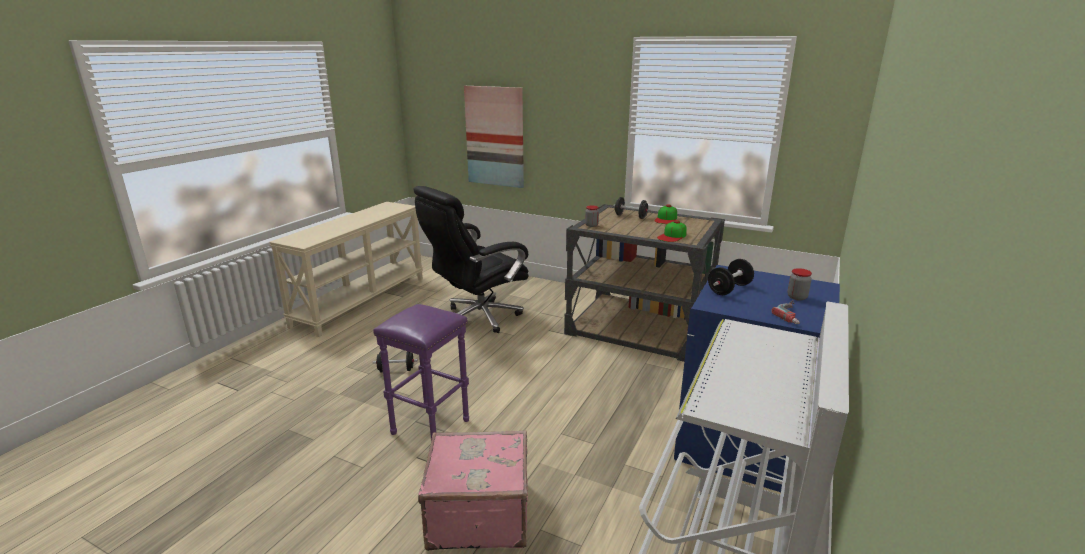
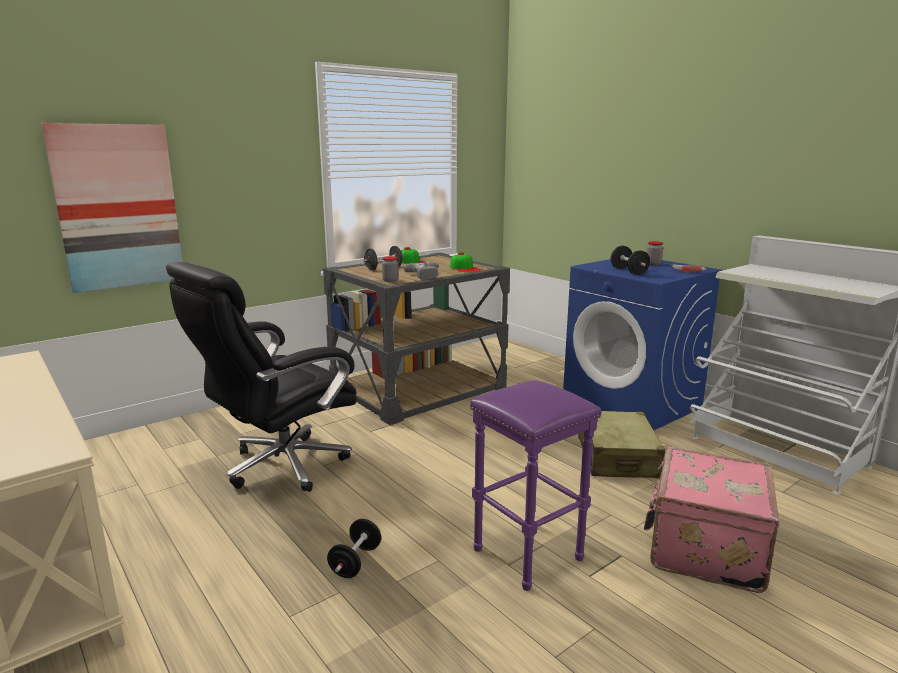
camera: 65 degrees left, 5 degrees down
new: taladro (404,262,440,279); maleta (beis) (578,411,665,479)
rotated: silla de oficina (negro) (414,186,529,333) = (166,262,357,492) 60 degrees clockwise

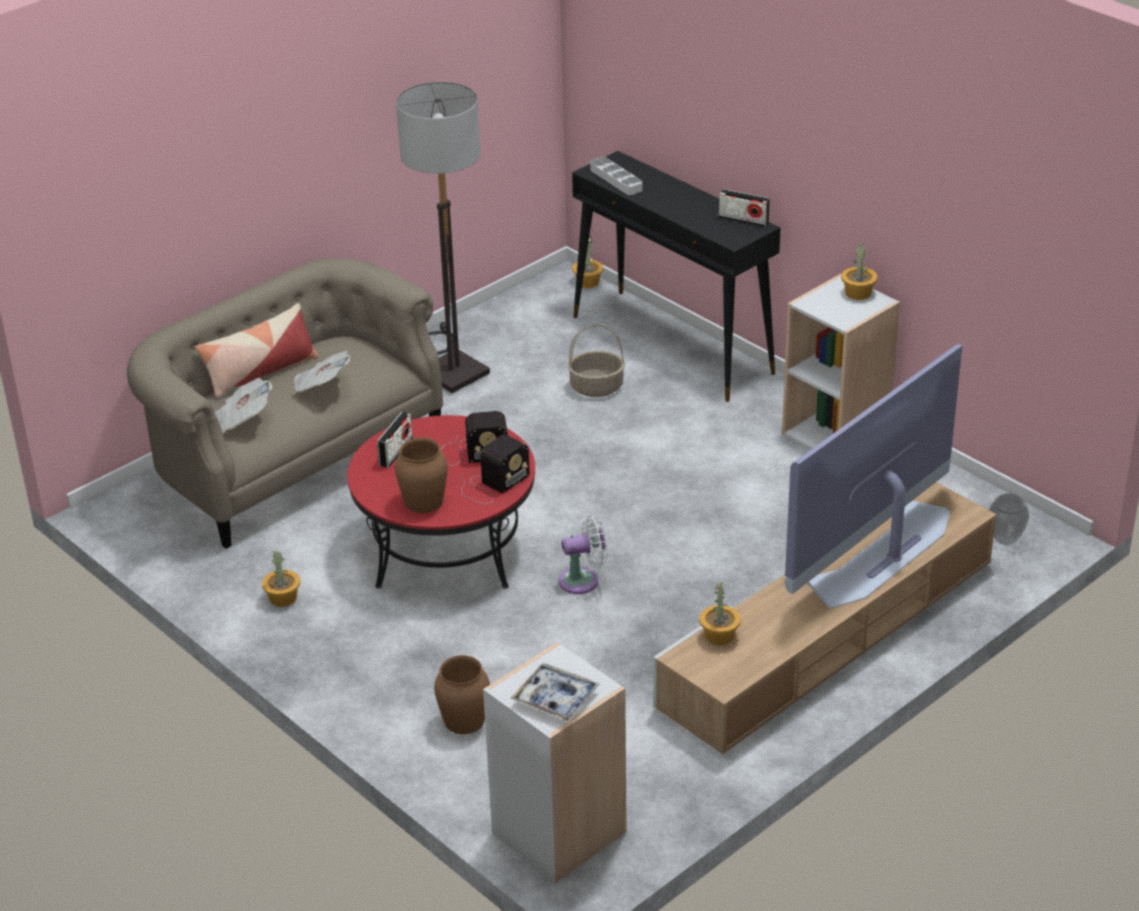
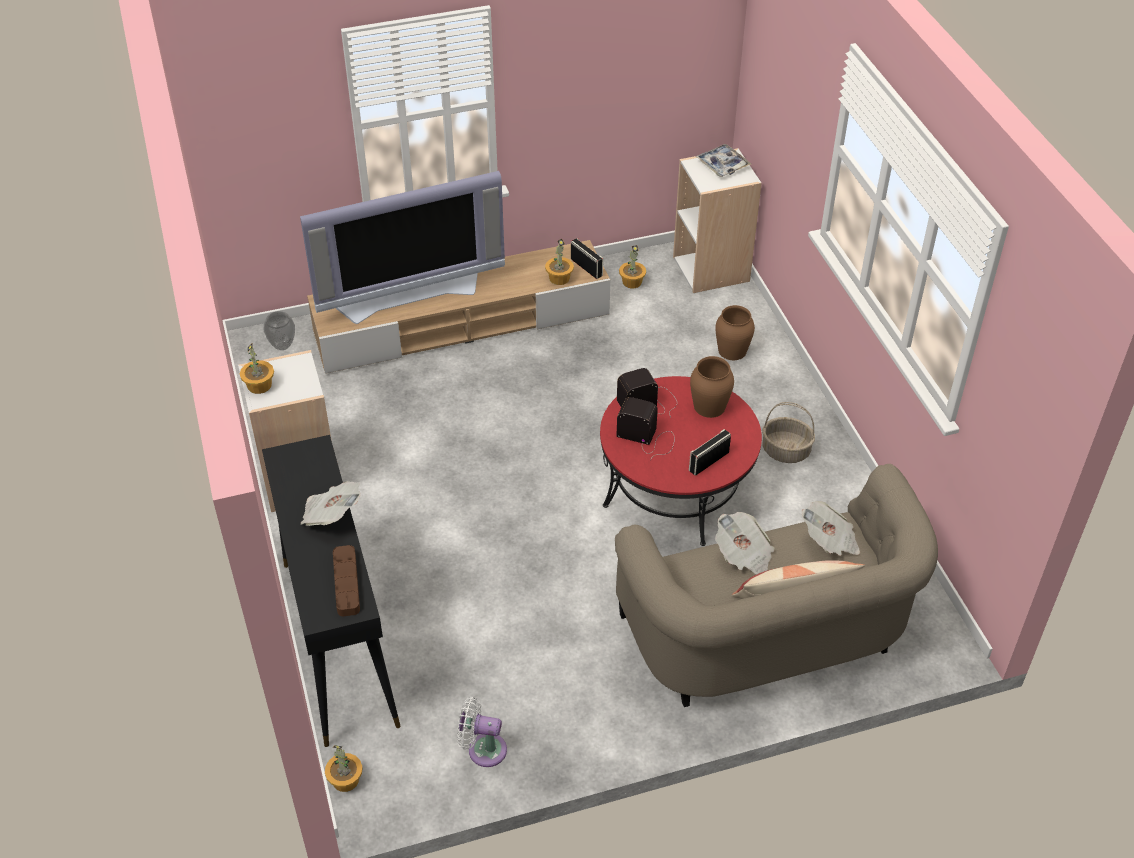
camera: 155 degrees left, 10 degrees up
gone: lámpara de pie (396,82,490,393)
new: periódico (301,481,360,526)
shifted: radio (719,189,770,227) to (571,238,603,279); cesta (568,325,625,397) to (762,402,815,463); ventilador (blanco) (559,515,608,594) to (457,697,507,767); planta en maceta (262,551,300,607) to (619,245,646,288)
repainted: bandeja (gris) (590,157,642,195) to bandeja (marrón) (333,545,360,616)

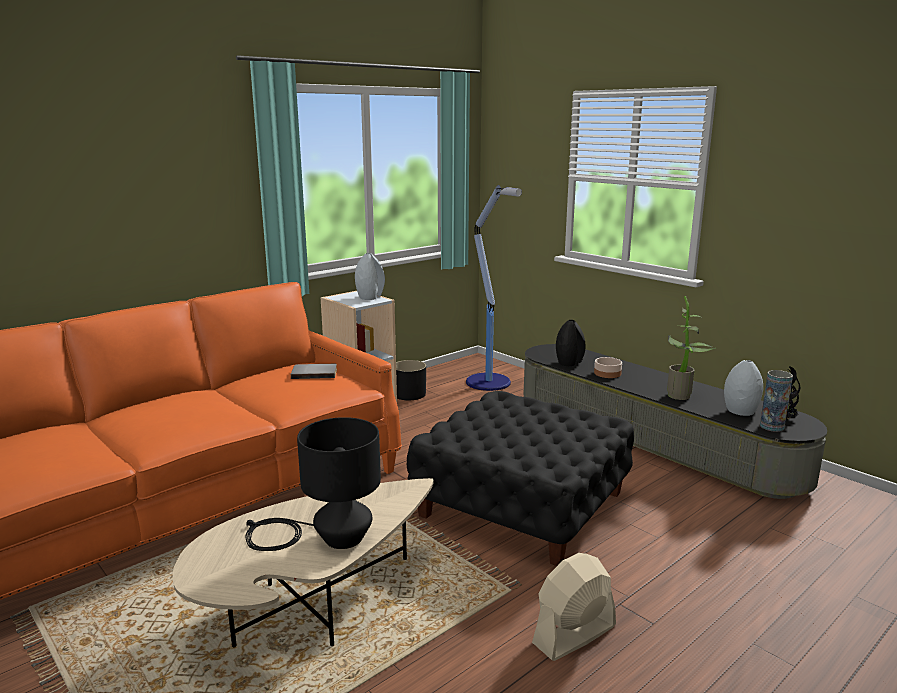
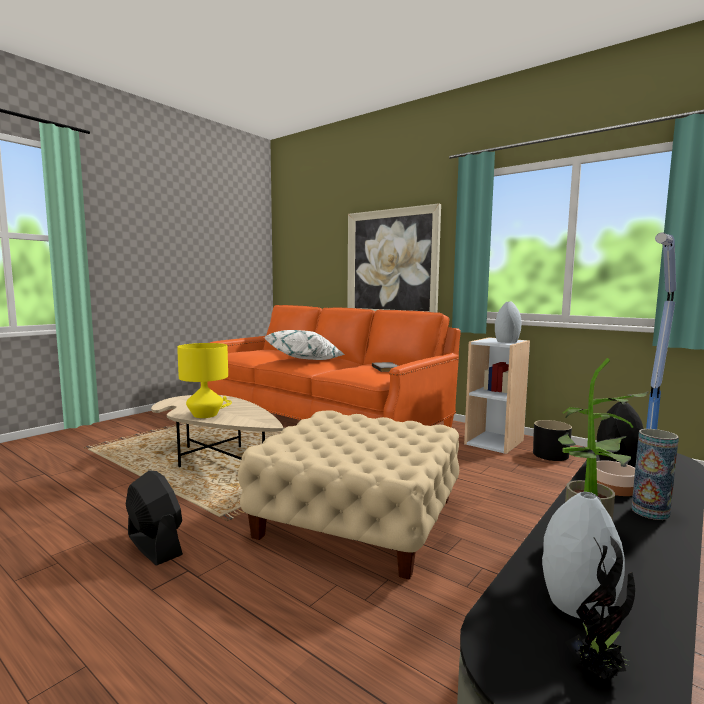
camera: 80 degrees right, 10 degrees down
new: cuadro (347,203,441,312); cojín (blanco) (264,330,345,360)
shifted: florero (760,370,793,432) to (631,429,679,520)
repainted: puf (negro) (407,391,634,566) to puf (beis) (238,411,459,580); lámpara de mesa (negro) (245,417,381,551) to lámpara de mesa (amarillo) (177,343,232,418); ventilador (beis) (532,553,616,661) to ventilador (negro) (126,470,183,566)

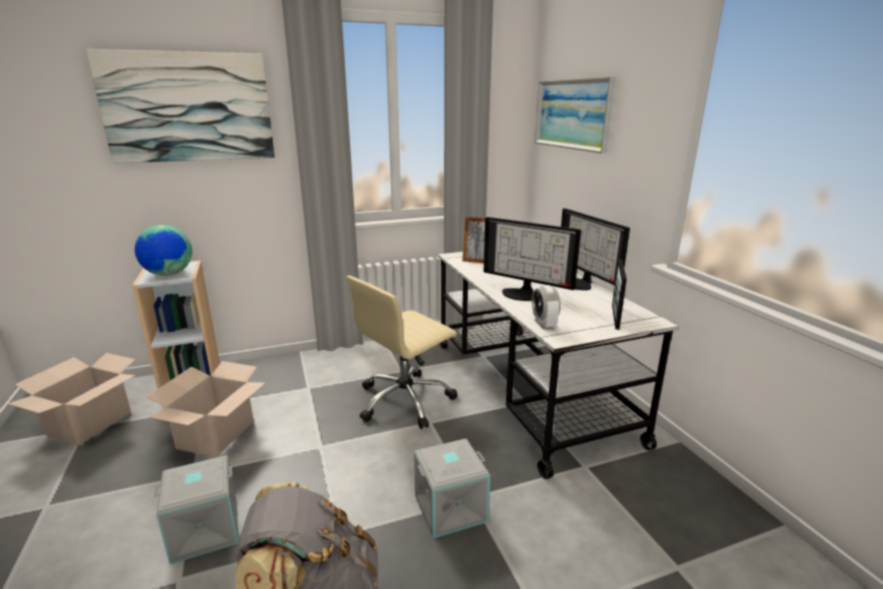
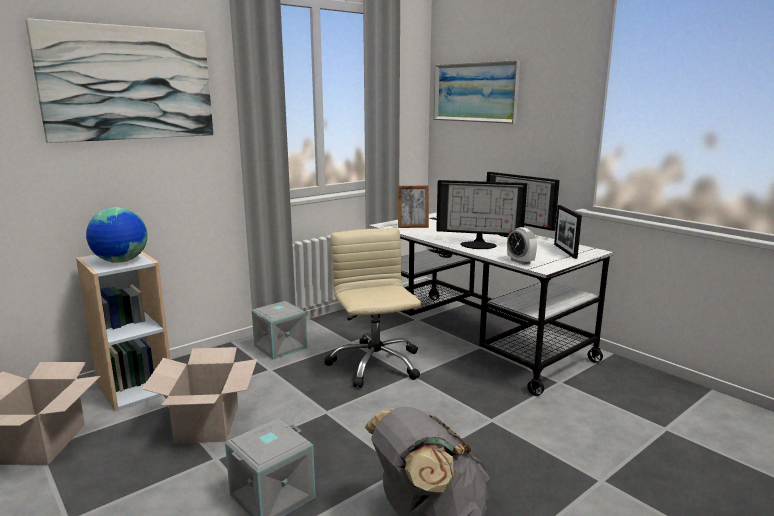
camera: 20 degrees left, 5 degrees down
shifted: caja de almacenaje (gris) (414,439,490,538) to (252,301,307,359)
rotated: silla de oficina (beis) (347,276,458,429) = (324,228,421,388) 135 degrees clockwise

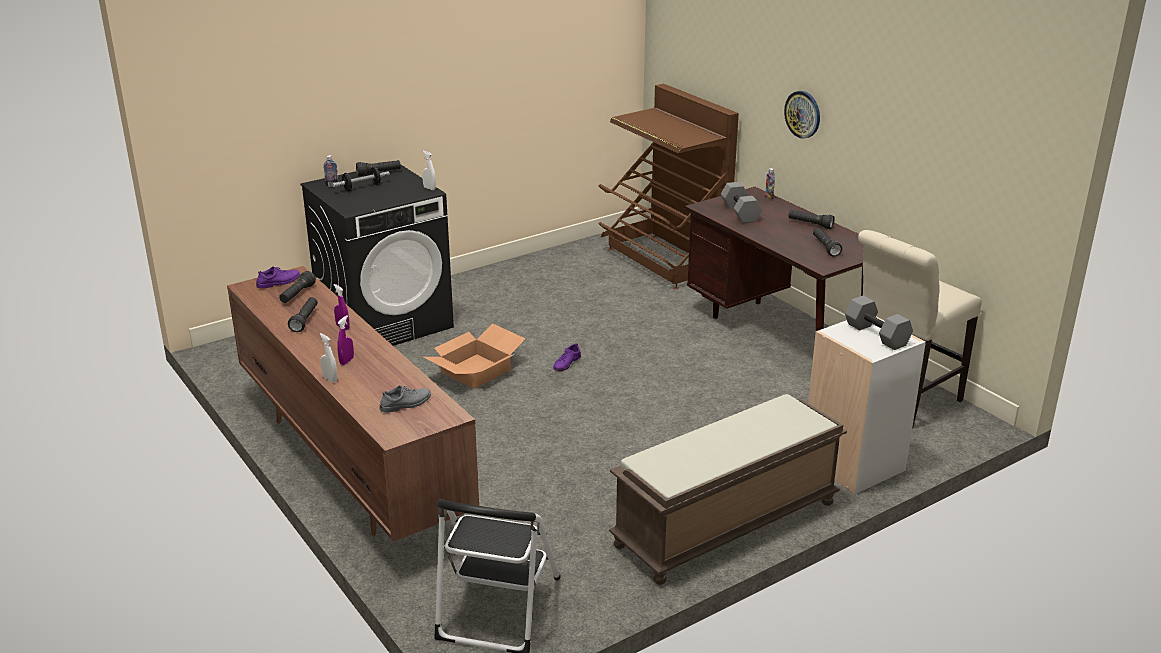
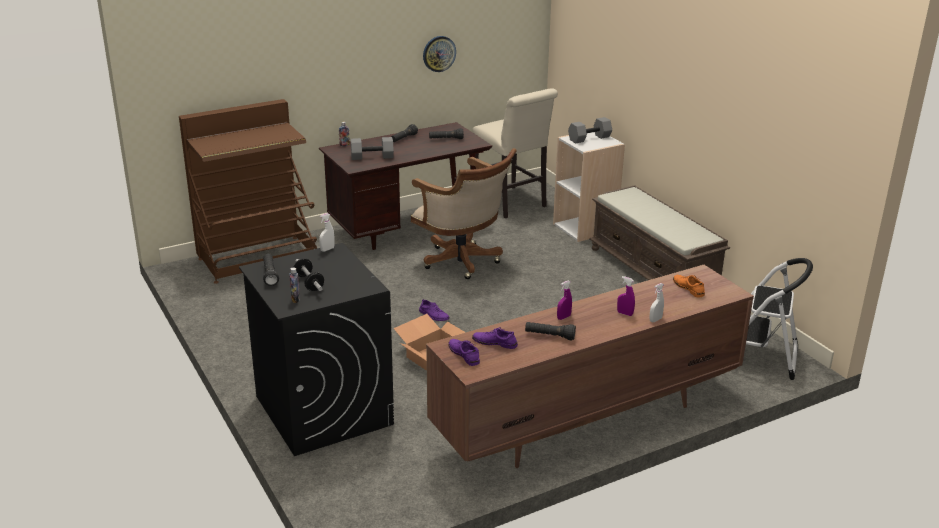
camera: 85 degrees left, 0 degrees up
new: silla de oficina (411,148,517,279)
shifted: reloj de pared (784,91,820,139) to (423,36,456,72)
swapped: linterna (negro) (279,271,316,303) to zapato (morado) (472,327,518,349)
repainted: zapato (gris) (380,385,431,413) to zapato (naranja) (673,275,705,298)

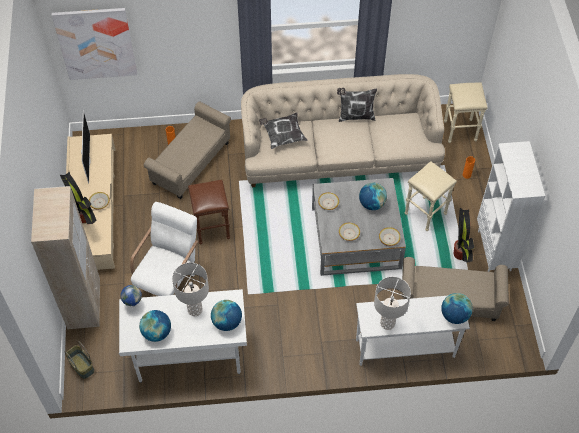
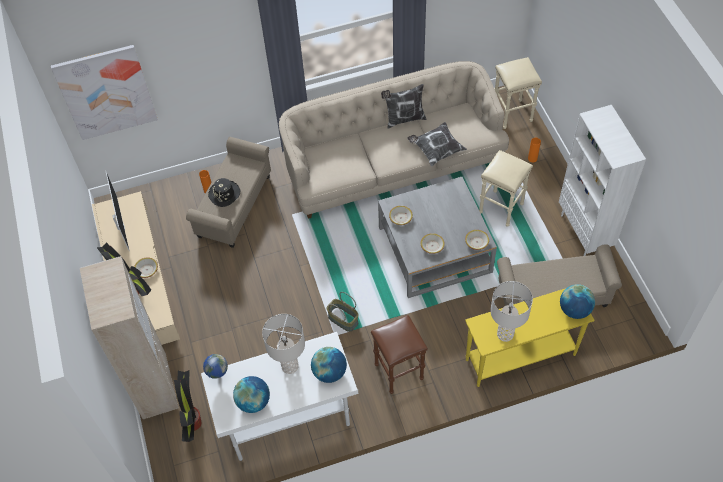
camera: 10 degrees left, 0 degrees up
gone: globo terráqueo (359,183,387,210); silla de oficina (blanco) (130,202,198,296)
new: sombrero (negro) (208,178,240,207)
shifted: cojín (259,112,308,149) to (408,122,467,166); taburete (marrón) (188,180,230,245) to (371,315,428,394); planta en maceta (454,208,474,263) to (174,370,201,442); cesta (64,341,94,379) to (326,292,359,332)
repainted: mesa consola (blanco) (356,296,470,366) to mesa consola (amarillo) (465,288,595,387)

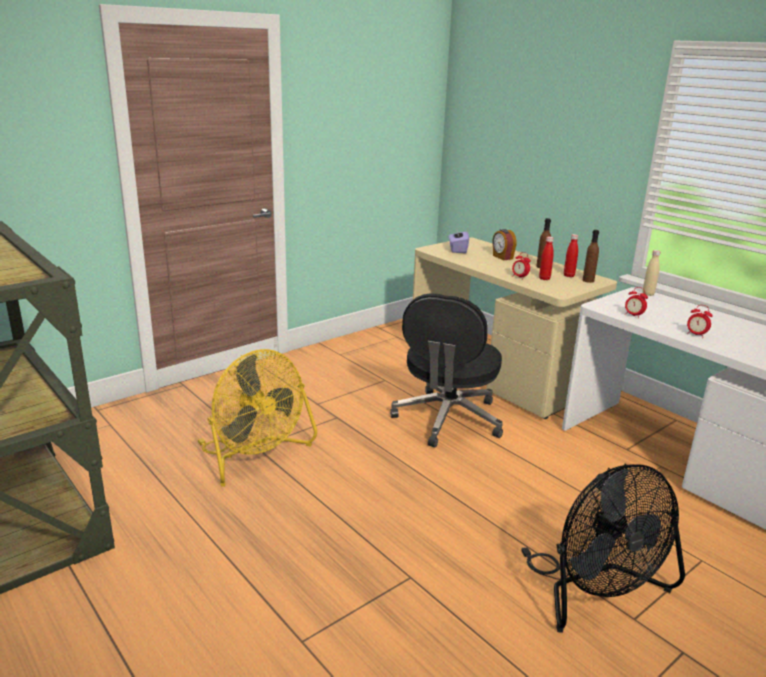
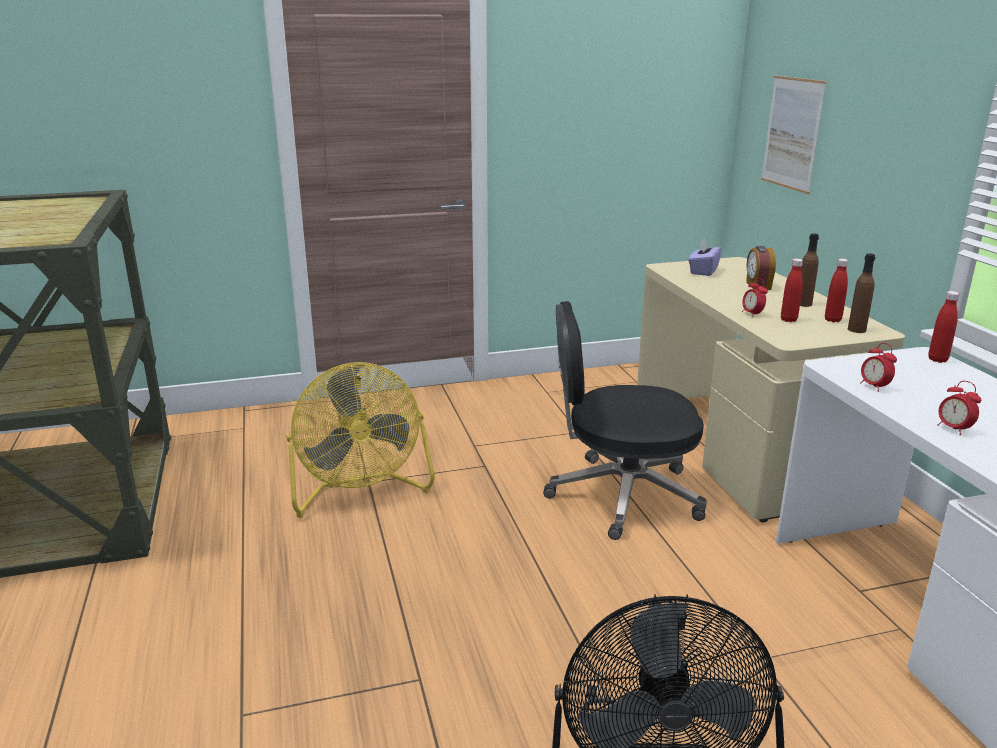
camera: 25 degrees right, 0 degrees up
new: cuadro (761,76,826,194)
repainted: botella (beis) (643,250,660,296) to botella (rojo) (928,291,959,363)
rotated: silla de oficina (negro) (390,294,503,448) = (543,301,707,540) 45 degrees clockwise

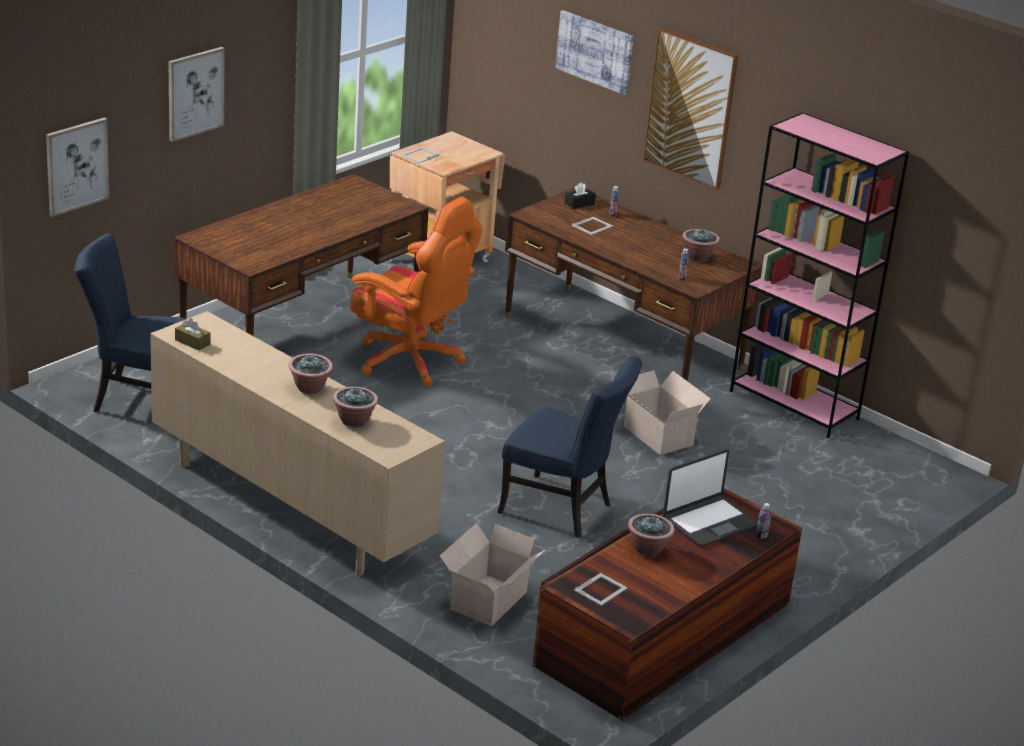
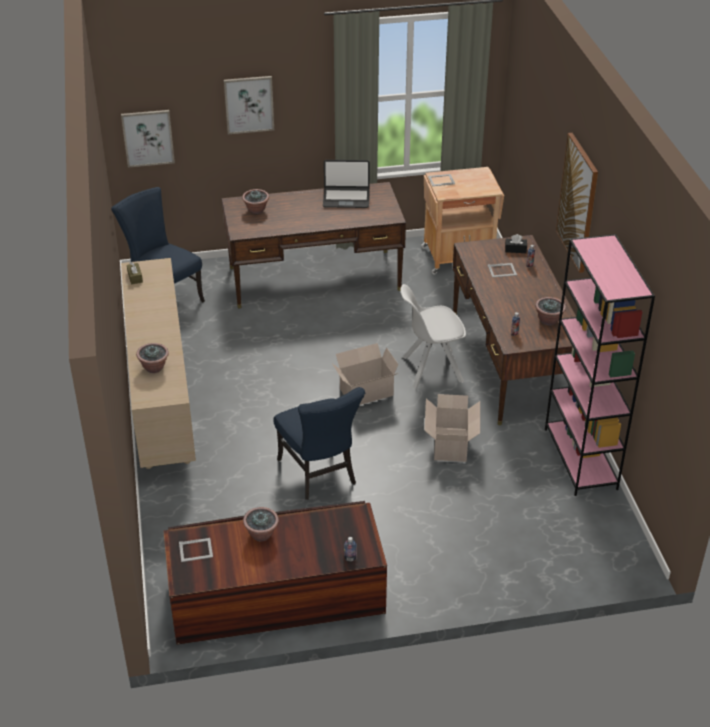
camera: 40 degrees right, 10 degrees up
gone: cuadro (555,10,634,95); silla de oficina (naranja) (350,196,482,386)
new: silla (blanco) (401,284,466,389)
shifted: planta en maceta (289,353,333,394) to (242,189,269,214); portátil (663,449,758,547) to (323,160,370,208); caja de cartón (440,523,546,626) to (333,343,399,405)

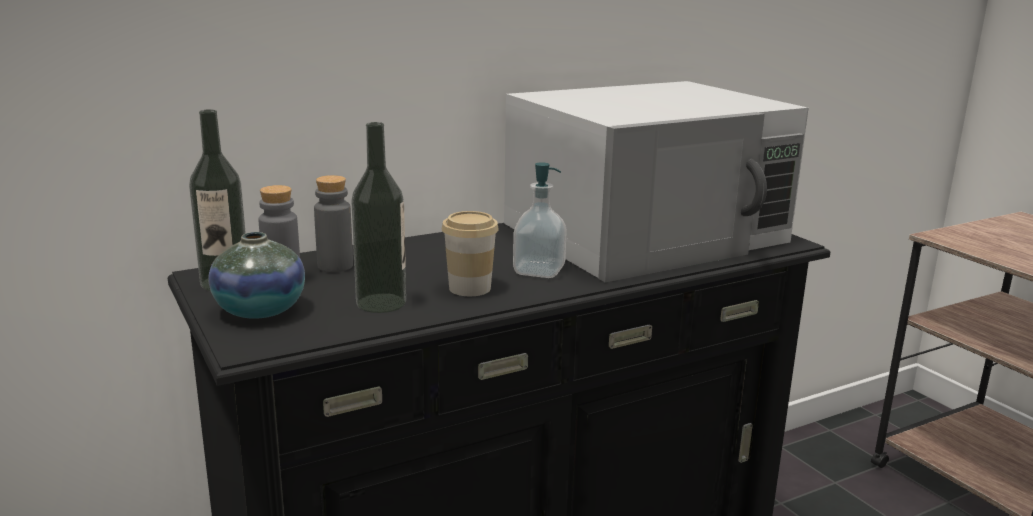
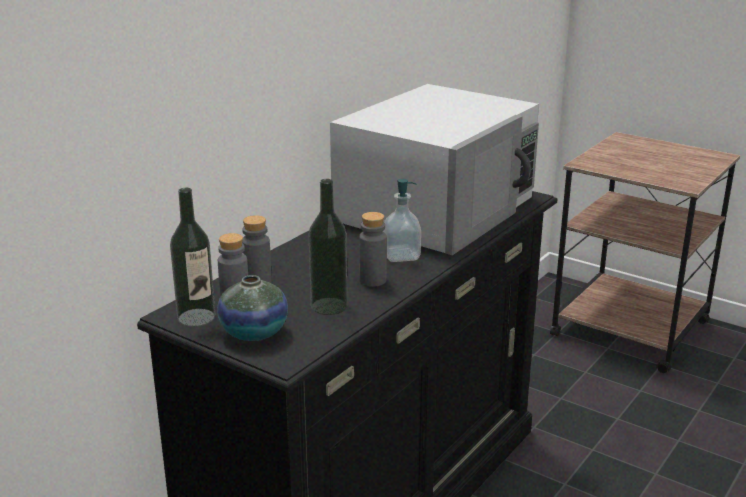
camera: 25 degrees left, 5 degrees up
swapped: taza (442,211,499,296) to botella (gris) (359,212,387,287)

